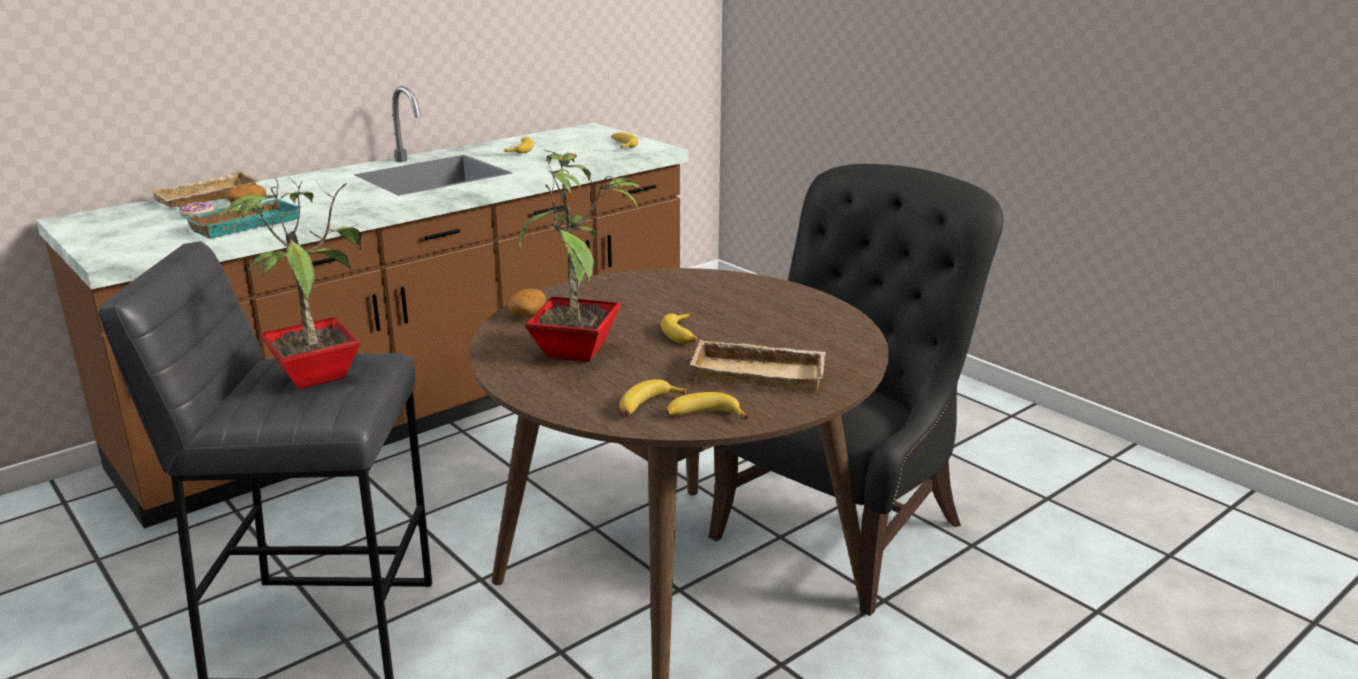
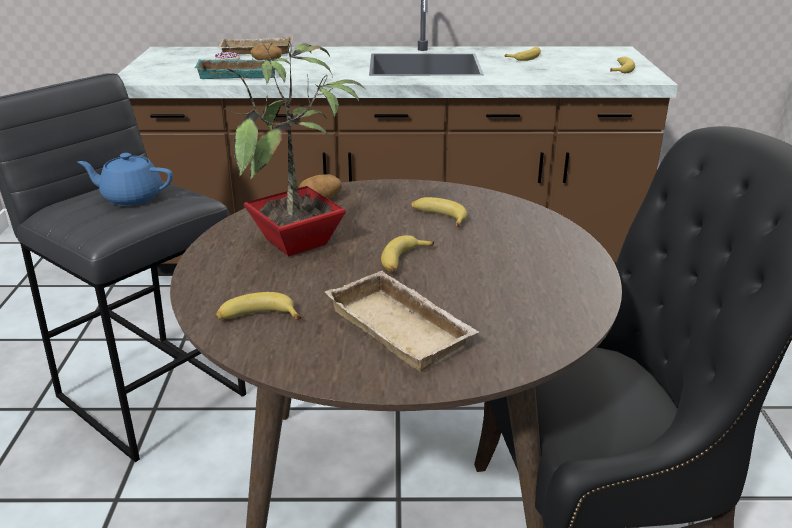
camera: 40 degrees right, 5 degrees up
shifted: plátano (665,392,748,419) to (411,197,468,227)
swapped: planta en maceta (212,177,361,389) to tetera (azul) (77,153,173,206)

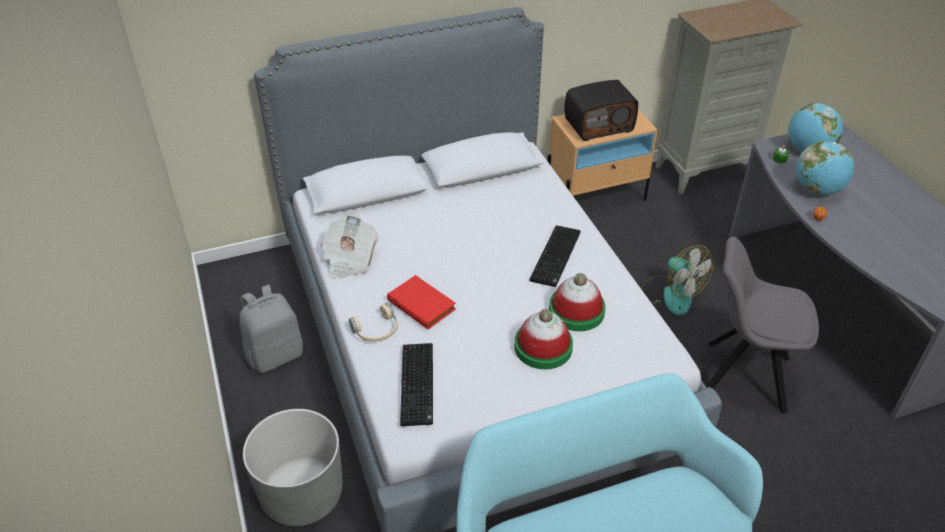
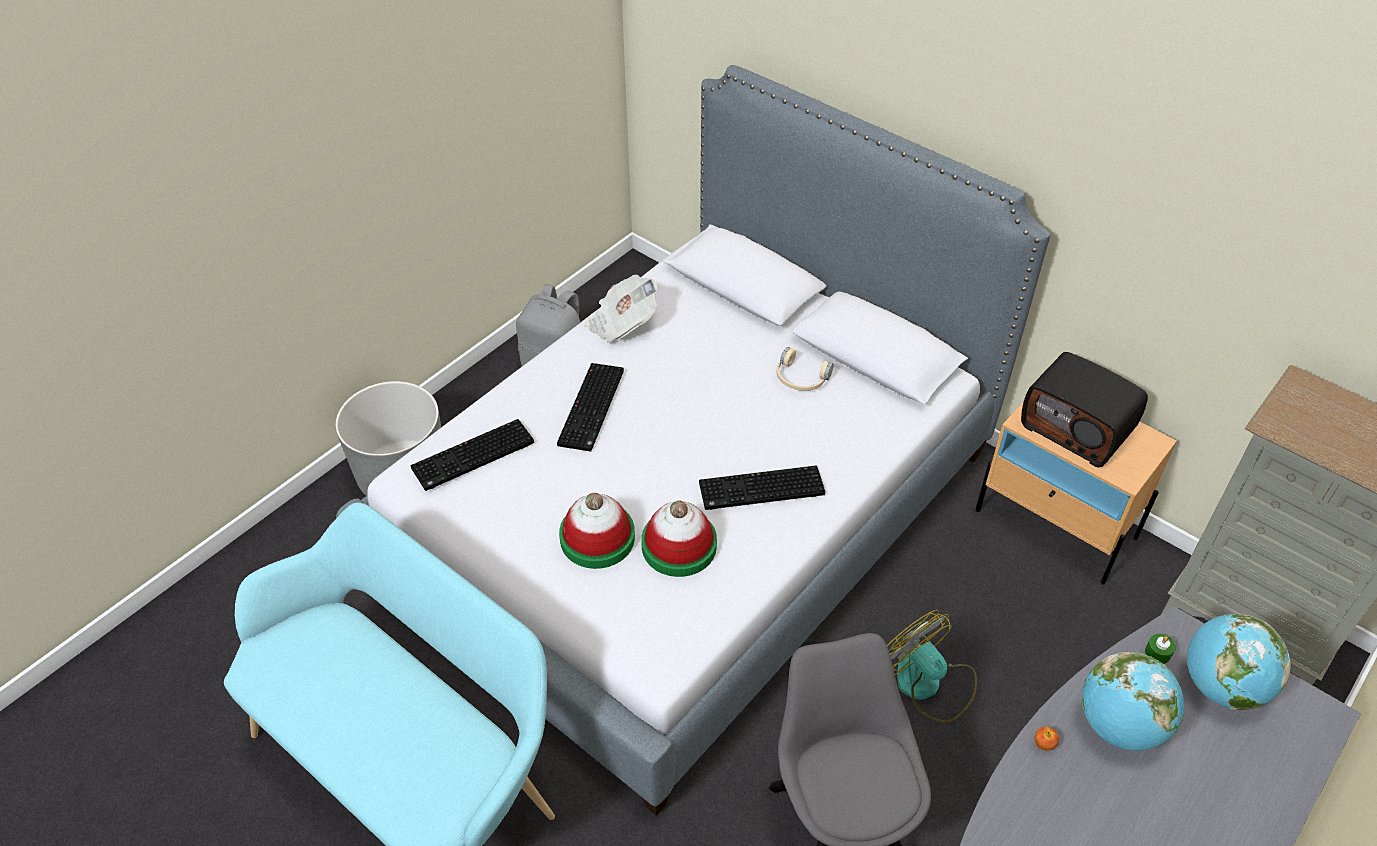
camera: 60 degrees right, 5 degrees up
shifted: auriculares (beis) (349,303,398,342) to (776,347,834,391)
swapped: libro (rojo) (387,275,456,330) to teclado (557,363,624,452)
rotated: ventilador (641,245,714,315) = (887,610,977,723) 120 degrees clockwise

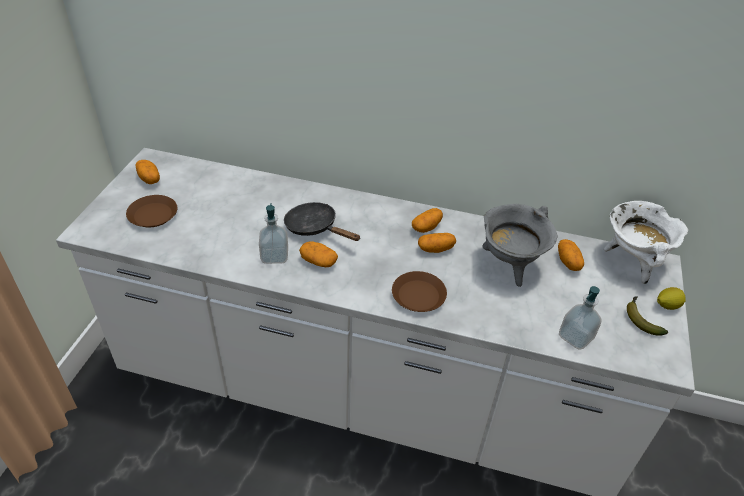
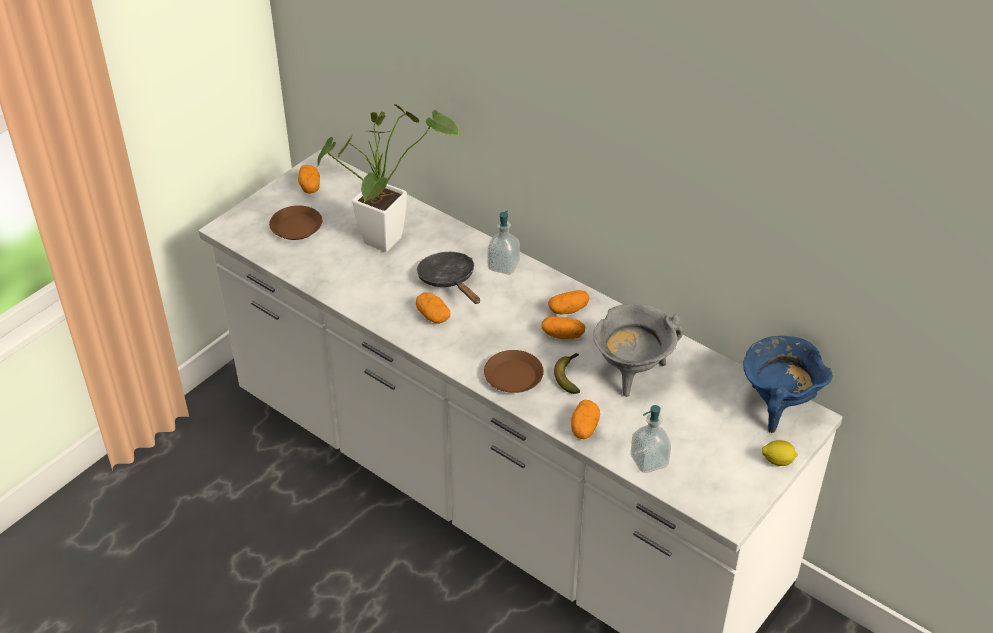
camera: 25 degrees right, 0 degrees up
new: planta en maceta (317,104,459,252)
shifted: dispensador de jabón (259,203,288,264) to (487,210,520,274); patata (558,239,584,271) to (571,400,600,439); plátano (627,296,668,336) to (554,353,580,394)
repainted: olla (blanco) (604,201,688,284) to olla (azul) (743,336,833,433)

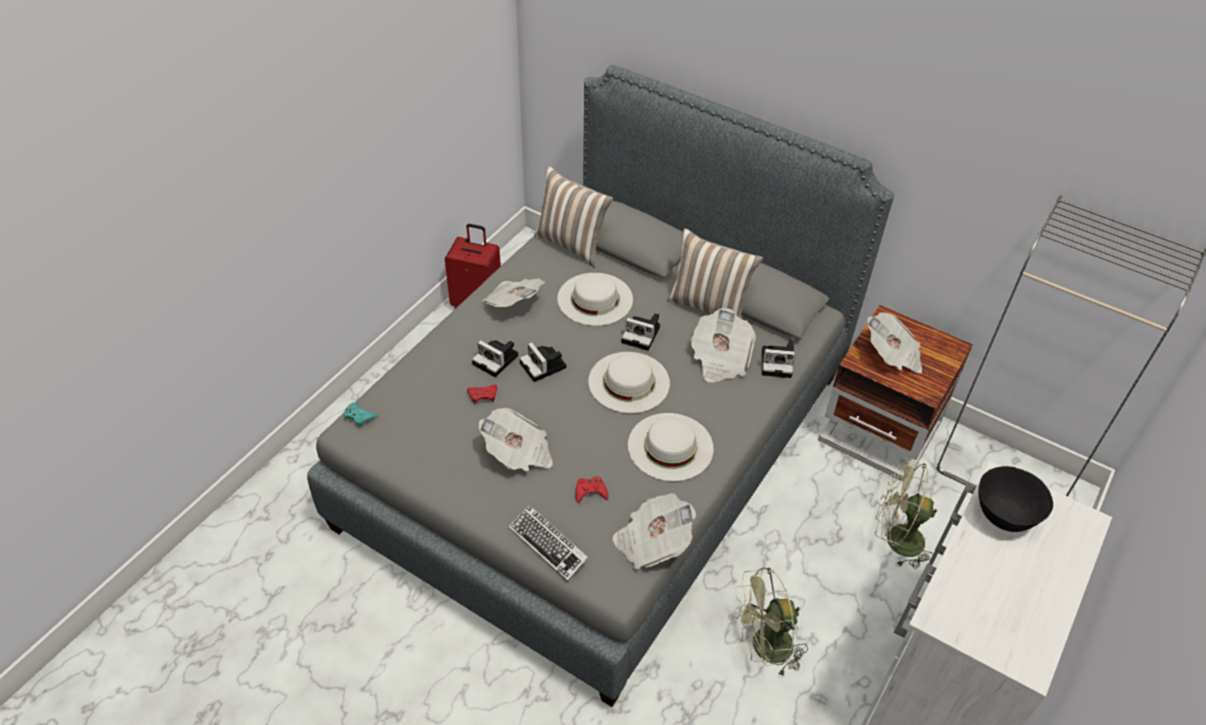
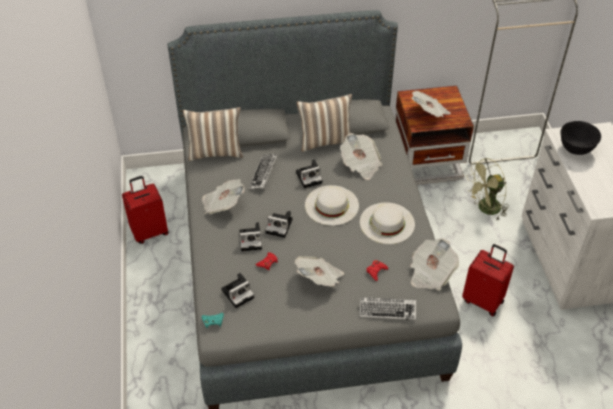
camera: 40 degrees left, 0 degrees up
shifted: cámara (762,339,795,378) to (221,273,254,308)
swapped: sombrero (blanco) (557,273,633,326) to teclado (248,154,278,190); ventilador (verde) (734,567,808,678) to maleta (rojo) (462,244,514,317)

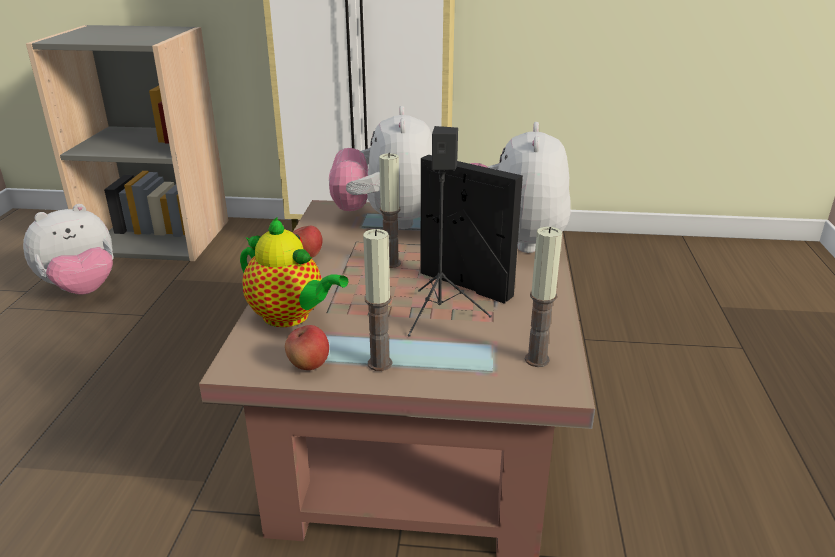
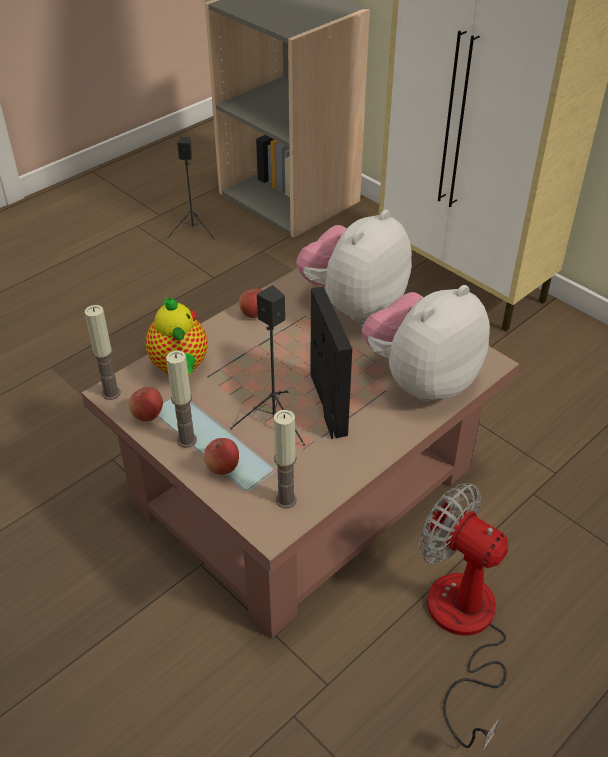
camera: 40 degrees right, 15 degrees up
new: manzana (204,438,239,474); ventilador (419,483,508,749)
shifted: vela (379,153,401,268) to (85,305,121,400)
swapped: peluche (23,204,113,295) to altavoz (negro) (168,137,215,240)

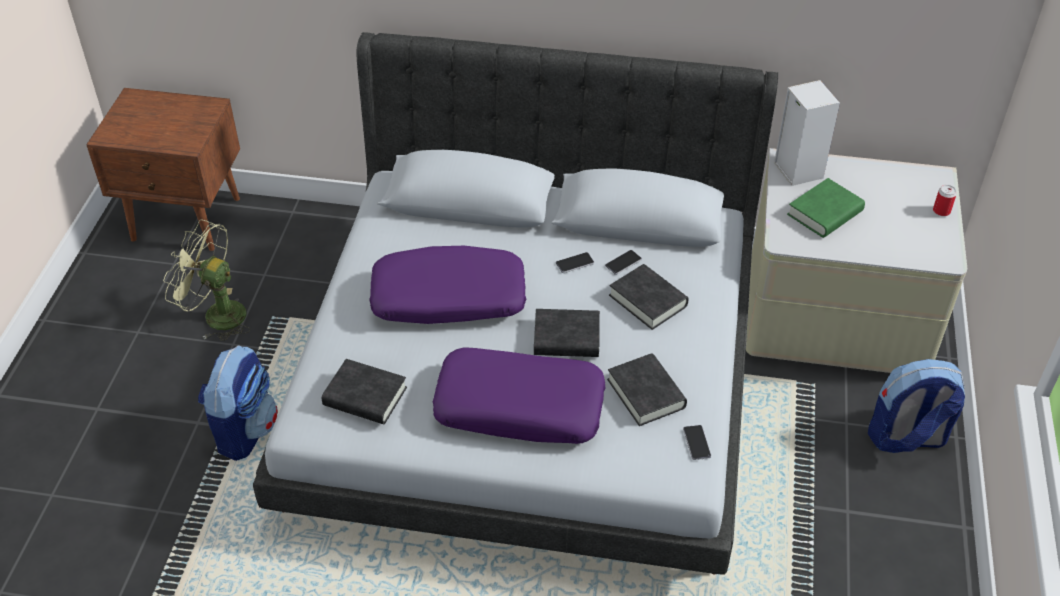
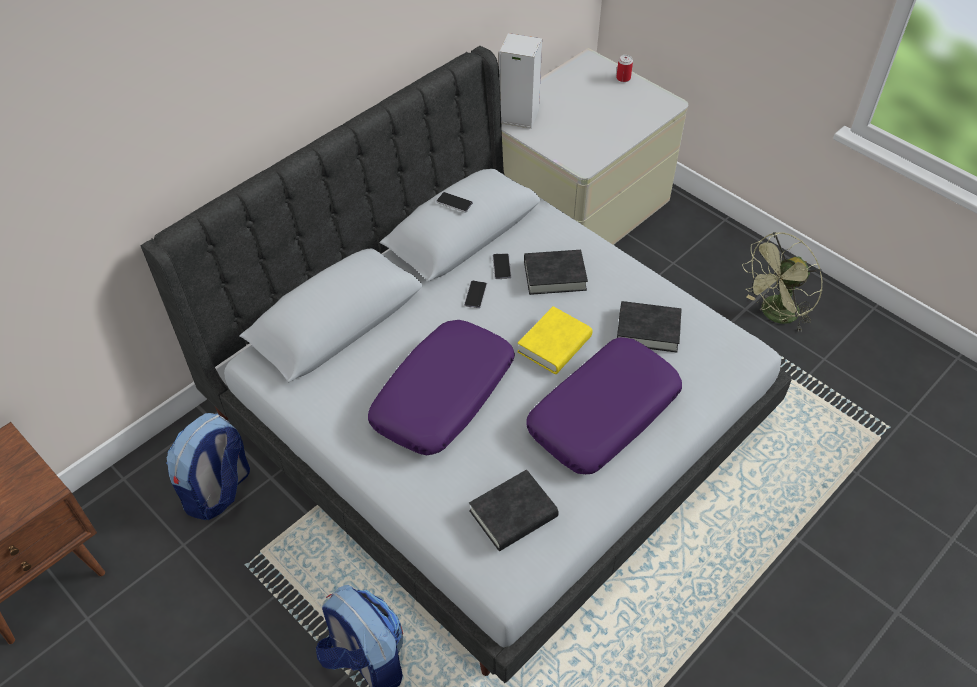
camera: 55 degrees left, 5 degrees up
gone: libro (verde) (787,178,865,238)
shifted: ventilador (verde) (163,219,250,341) to (742,232,822,332); mochila (868,359,965,453) to (167,413,250,520); móvil (683,425,712,460) to (436,192,473,212)
repainted: libro (negro) (534,309,600,357) to libro (amarillo) (517,306,592,374)

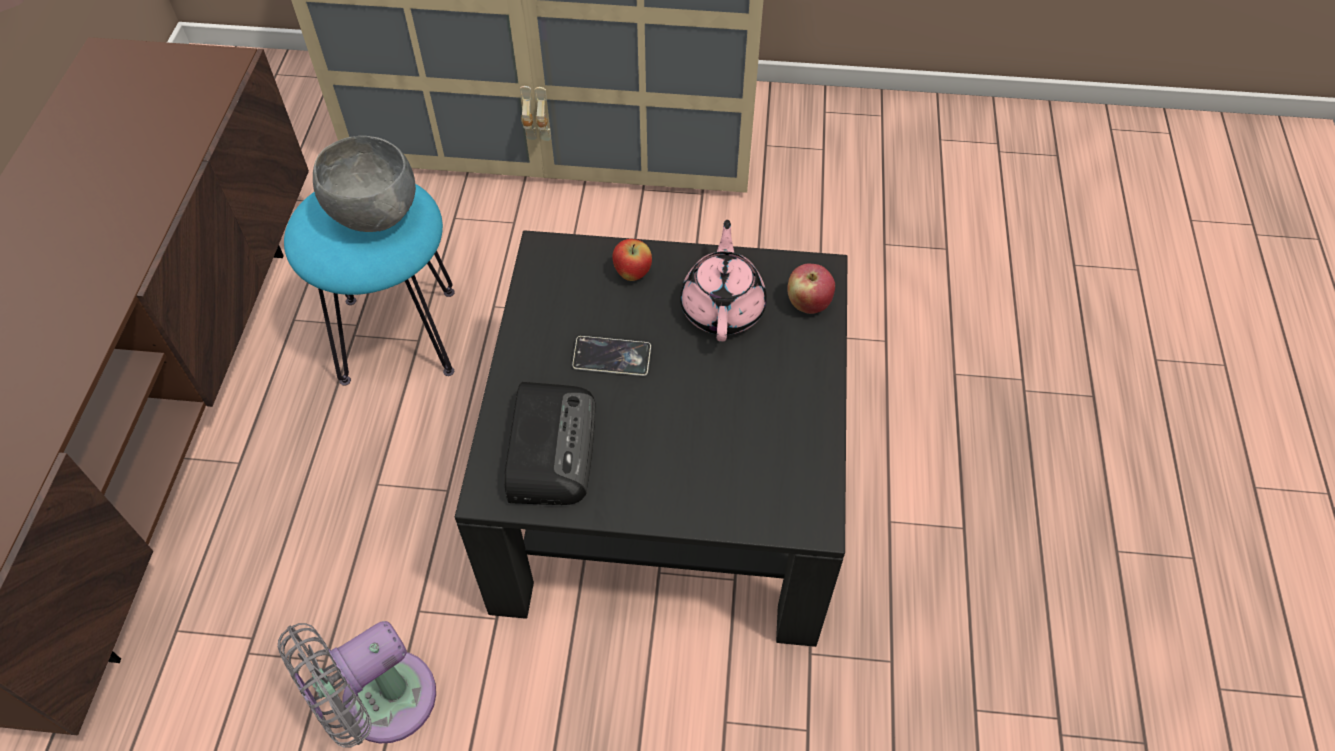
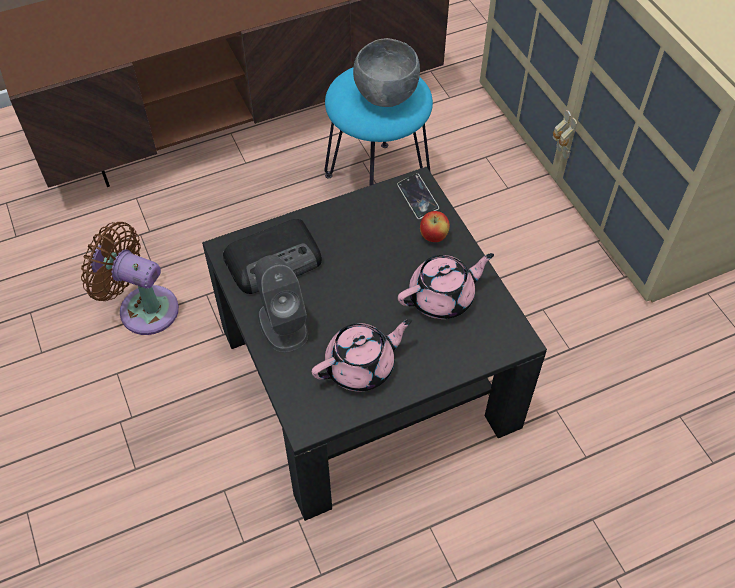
camera: 60 degrees right, 0 degrees up
gone: manzana (787,264,835,314)
new: altavoz (gris) (255,255,308,352); tetera (rosa) (312,319,412,392)
shifted: móvil (572,336,651,376) to (397,173,439,220)
repainted: ventilador (gris) (278,621,436,748) to ventilador (marrón) (81,222,179,335)

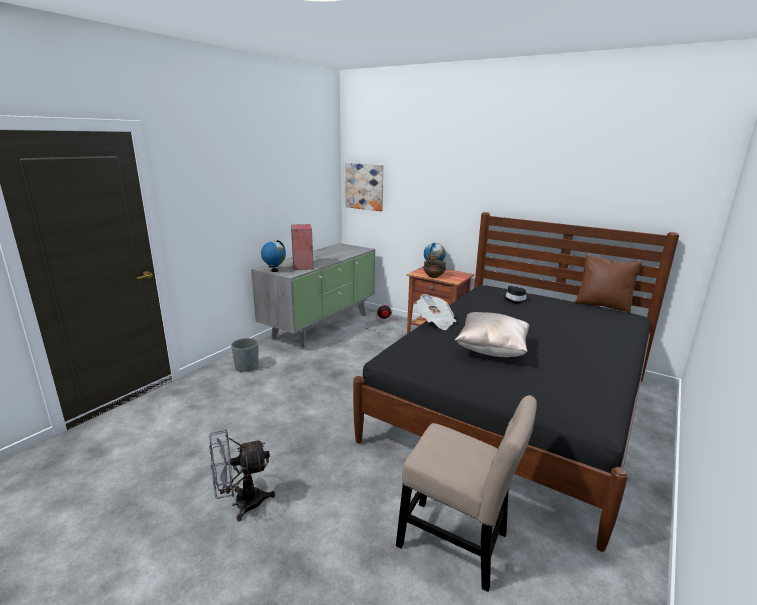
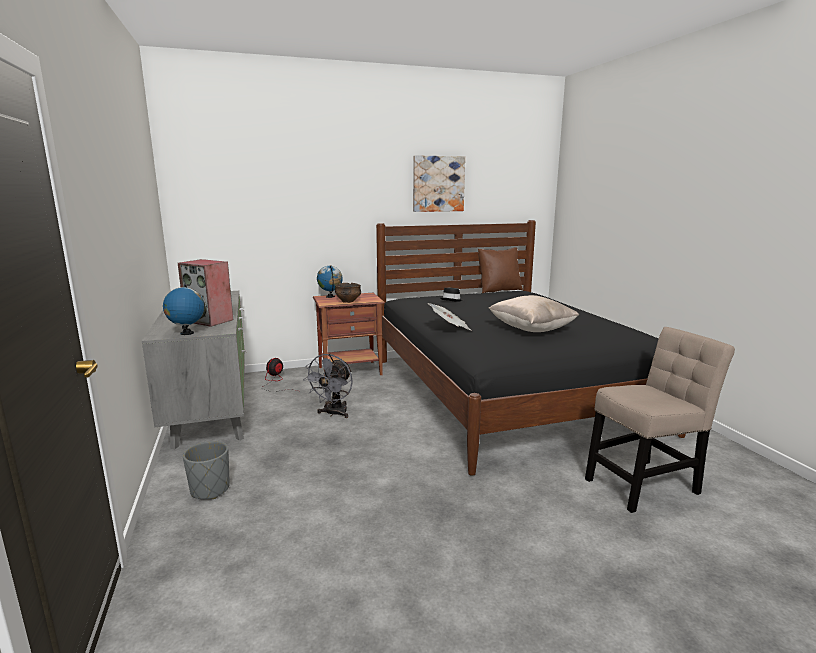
camera: 50 degrees left, 5 degrees down
shifted: cuadro (345,163,384,211) to (413,155,465,212); ventilador (gris) (209,429,275,521) to (303,354,353,418)

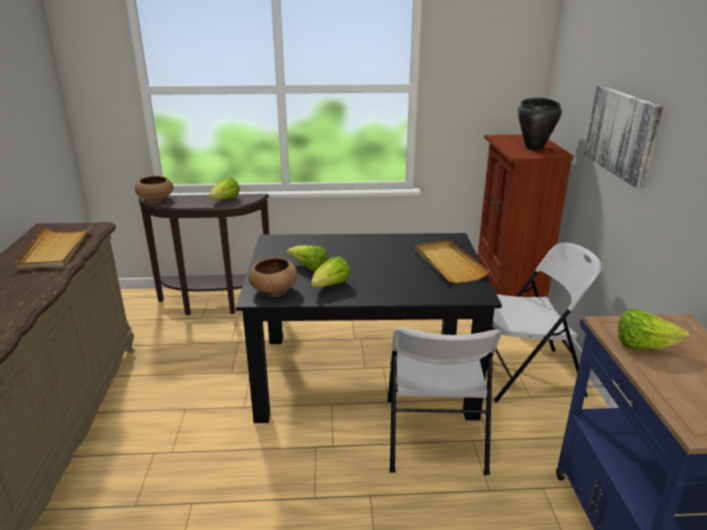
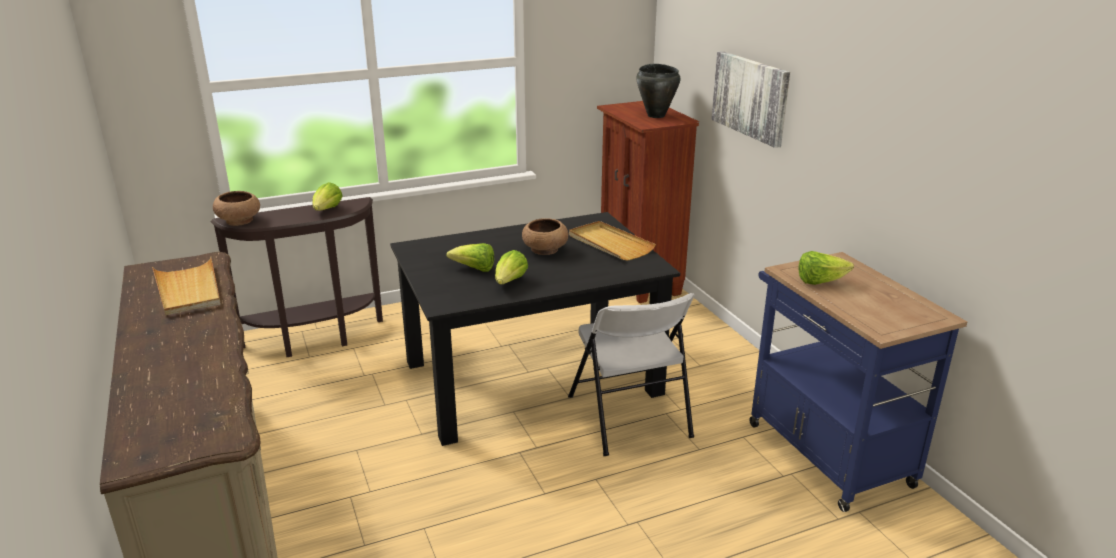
camera: 20 degrees left, 0 degrees up
gone: silla (blanco) (492,243,601,403)
shifted: cuenco (marrón) (248,258,298,297) to (522,218,569,255)

